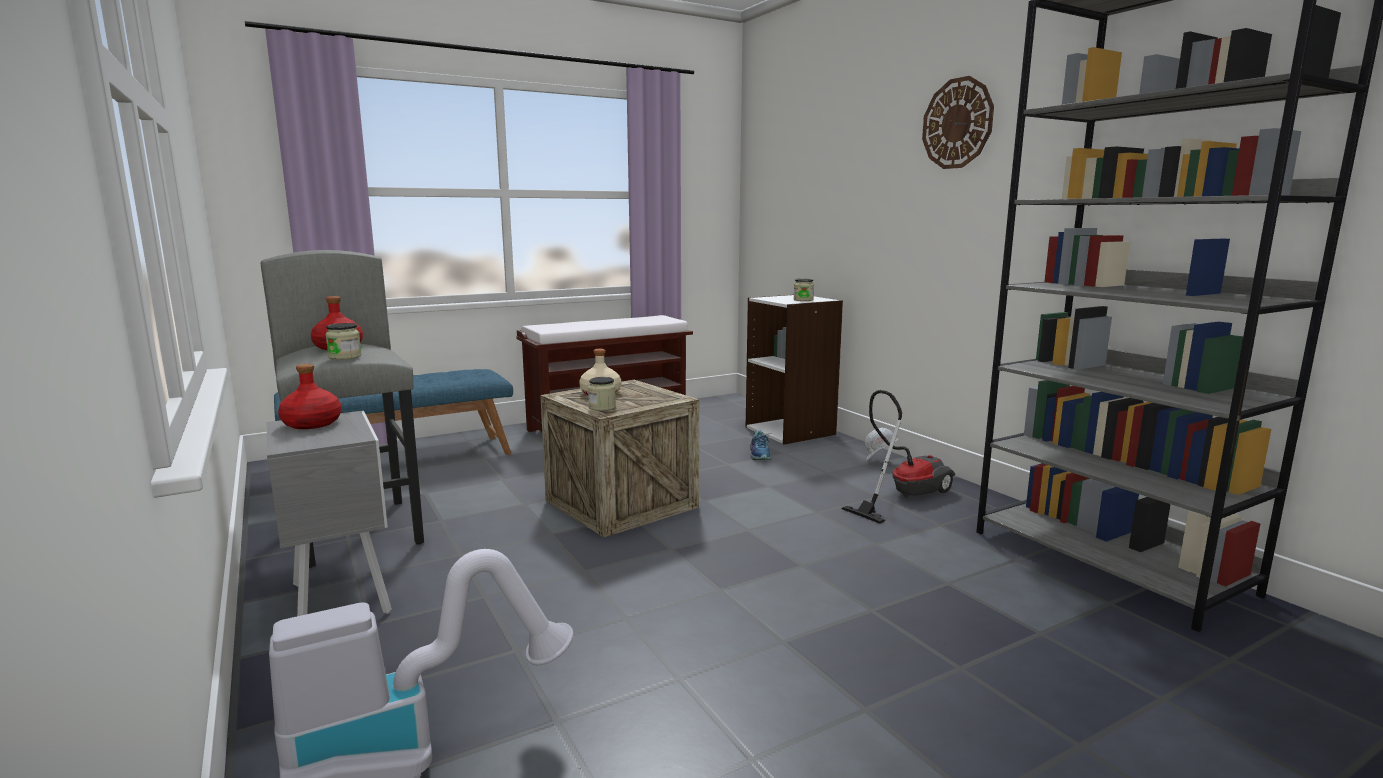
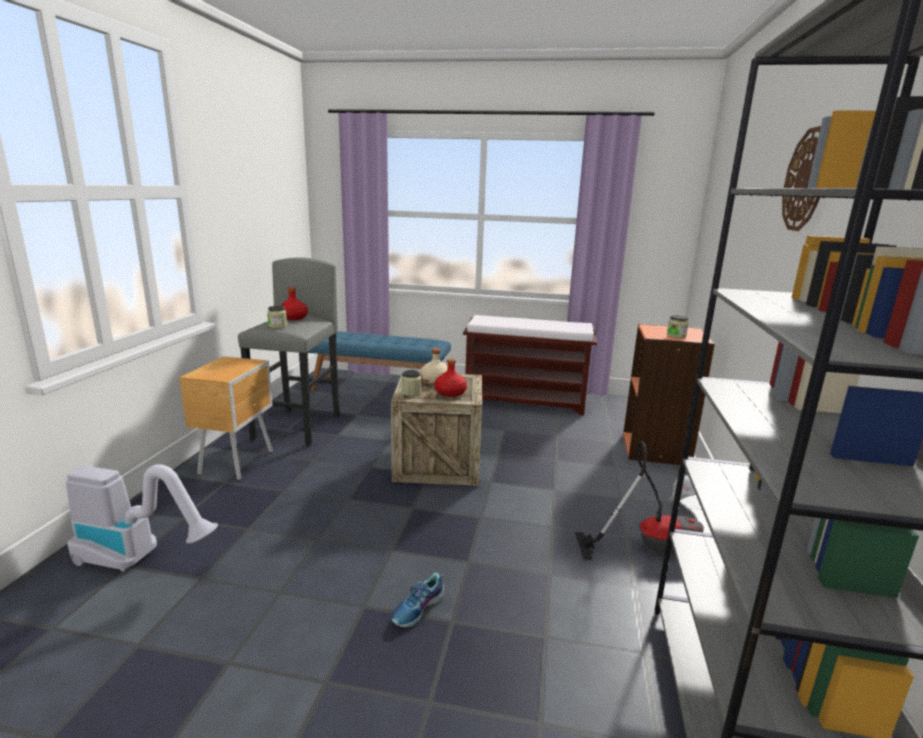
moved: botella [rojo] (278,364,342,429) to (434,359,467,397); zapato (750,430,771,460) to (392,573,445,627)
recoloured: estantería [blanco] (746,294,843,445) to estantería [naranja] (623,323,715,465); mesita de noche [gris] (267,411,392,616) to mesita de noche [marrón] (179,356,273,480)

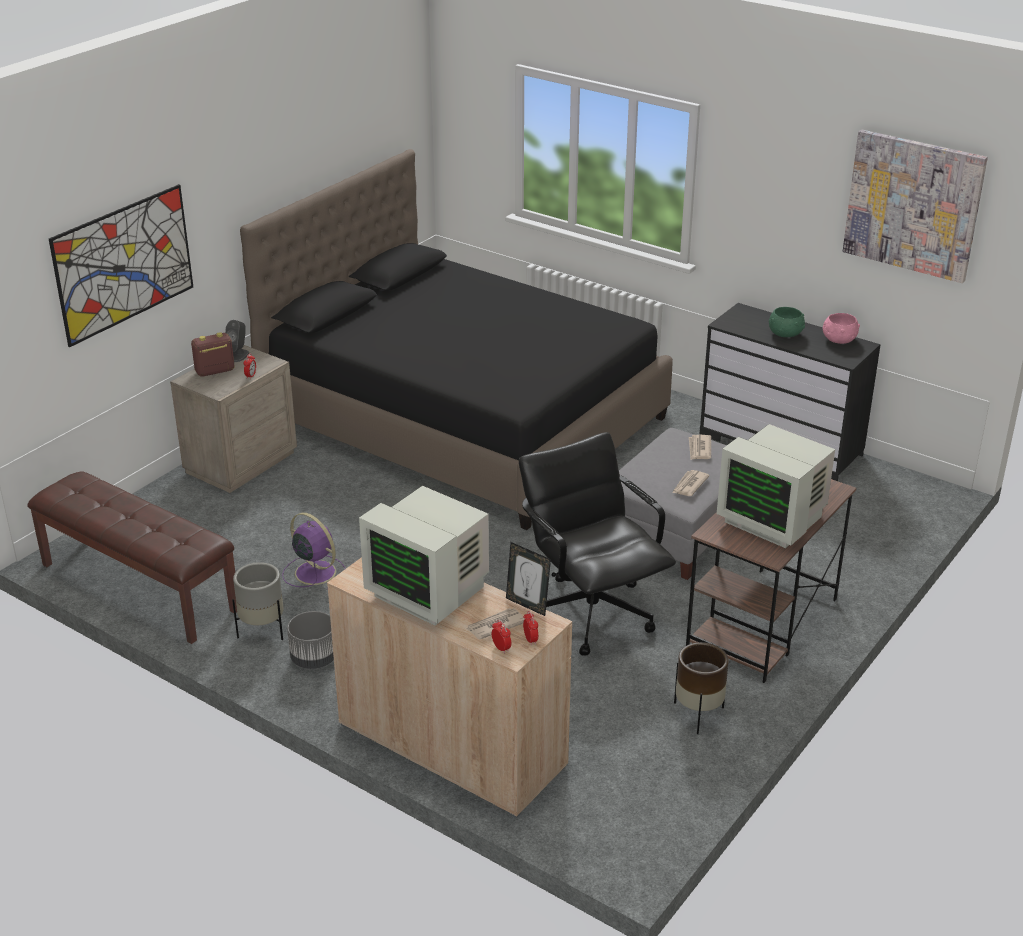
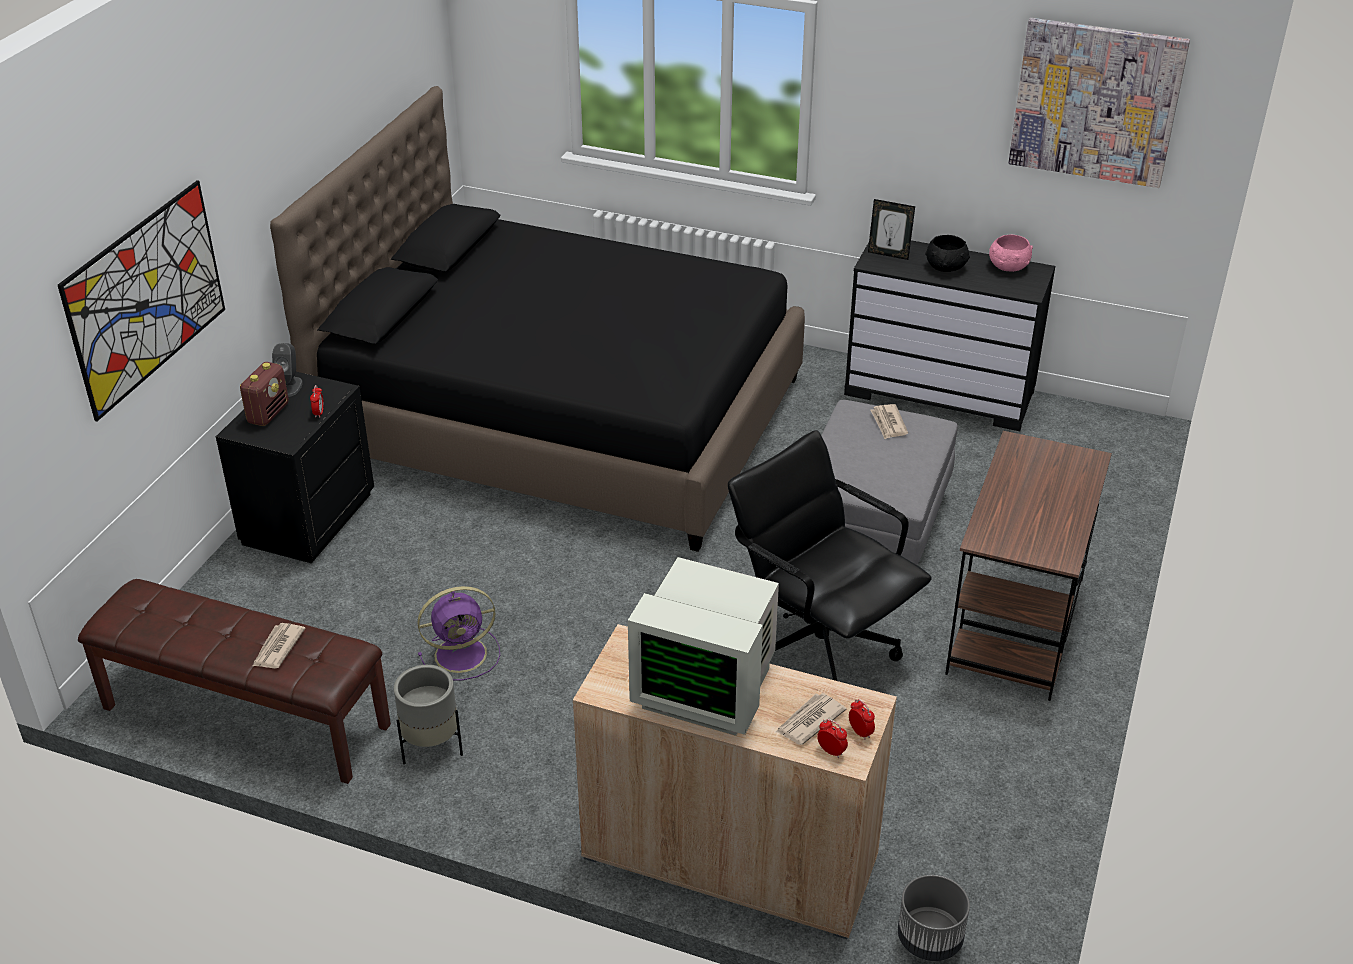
removed: monitor (717,424,835,548); maceta [marrón] (674,642,729,734)
moved: periódico (672,470,710,496) to (253,623,305,668); portarretratos (506,542,551,616) to (868,199,915,260); maceta [gris] (287,611,334,669) to (898,875,970,961)
recoloured: cuenco [verde] (769,307,805,337) to cuenco [negro] (925,235,970,272); mesita de noche [beis] (170,345,297,493) to mesita de noche [negro] (216,372,374,563)
turned: radio (191,332,234,377) = (240,362,289,426) 150 degrees clockwise; ventilador [morado] (282,512,345,589) = (417,586,500,681) 135 degrees clockwise

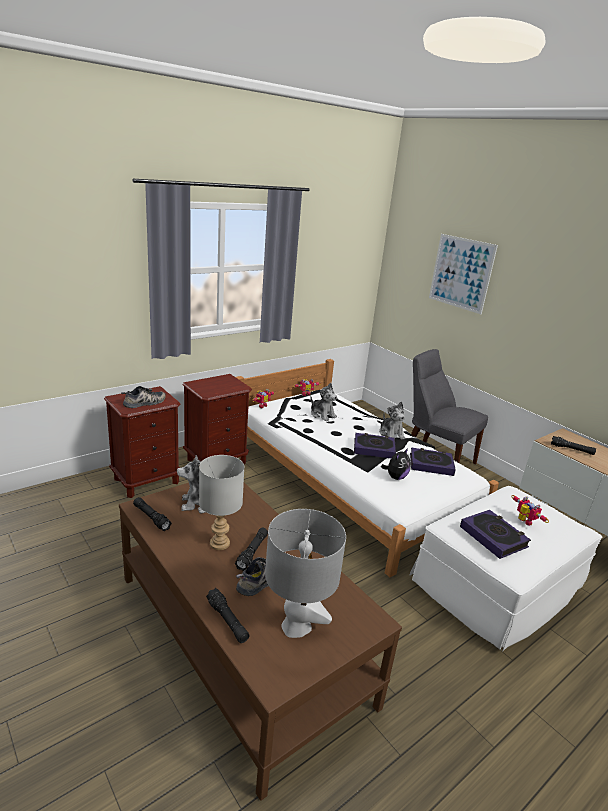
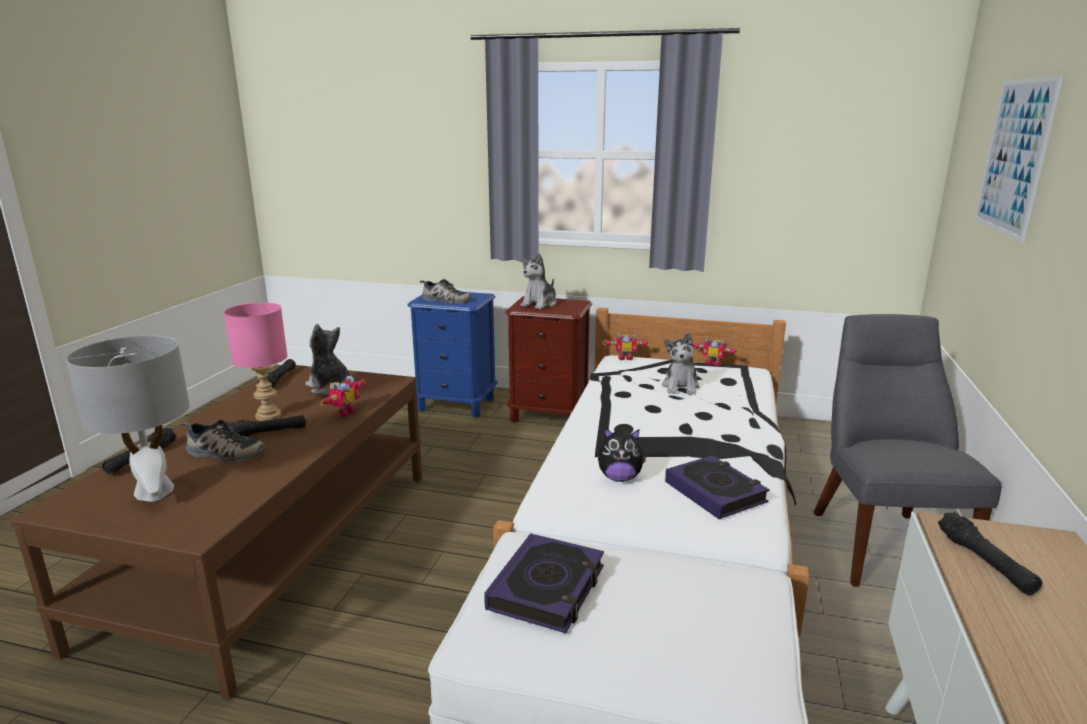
removed: libro (354,433,396,458)
moved: peluche (379,402,405,440) to (520,253,557,309); robot de juguete (511,495,549,526) to (321,376,366,417)
recoloured: mesita de noche [marrón] (104,386,181,498) to mesita de noche [azul] (407,292,498,418); lámpara de mesa [gris] (199,455,244,550) to lámpara de mesa [rosa] (224,302,288,421)

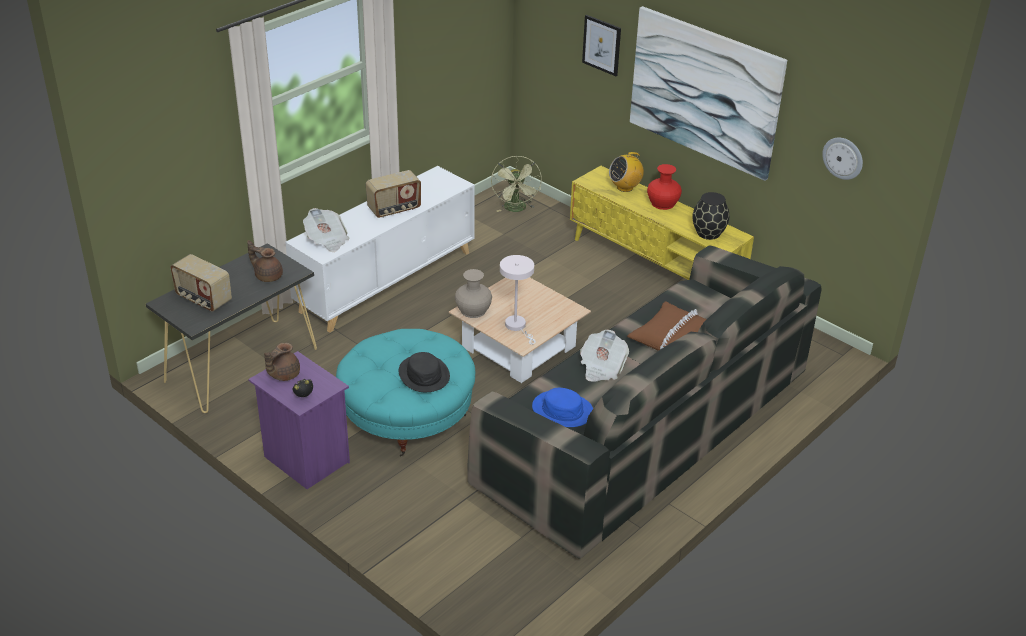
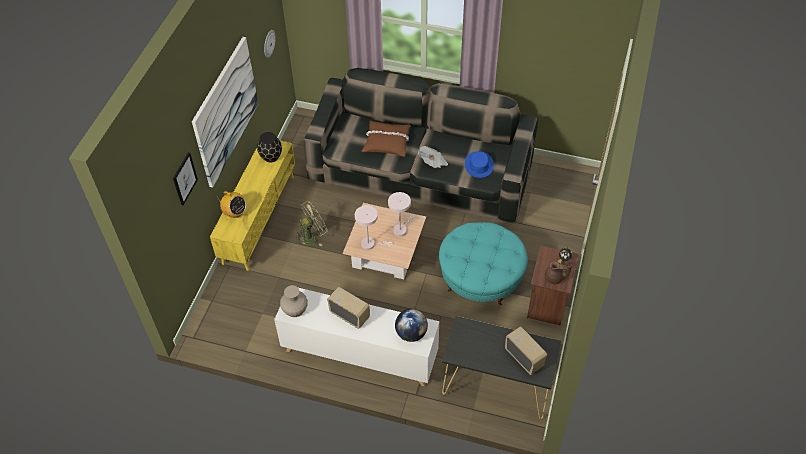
removed: florero [rojo] (647,164,682,210); tetera [marrón] (247,240,283,282); sombrero [negro] (399,352,450,392)
added: lámpara de mesa [blanco] (355,205,393,250)
moved: ventilador [verde] (491,156,542,212) to (295,201,328,246); florero [beis] (455,269,492,318) to (280,285,308,317)
replaced: periódico (303,208,350,252) to globo terráqueo (395,309,428,342)
recoloured: mesita de noche [morado] (248,351,350,489) to mesita de noche [marrón] (527,246,579,325)
turned: radio (170,254,232,311) = (505,326,547,375) 45 degrees counterclockwise

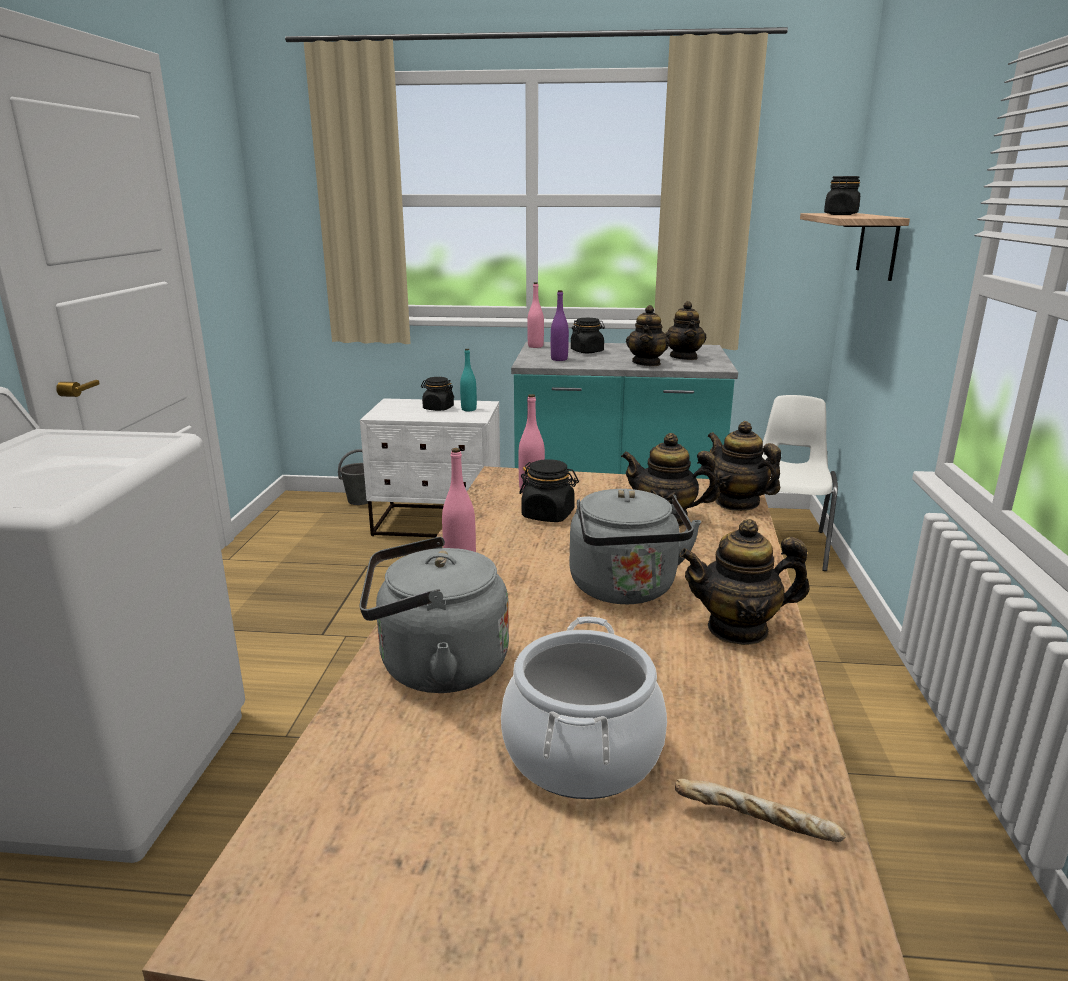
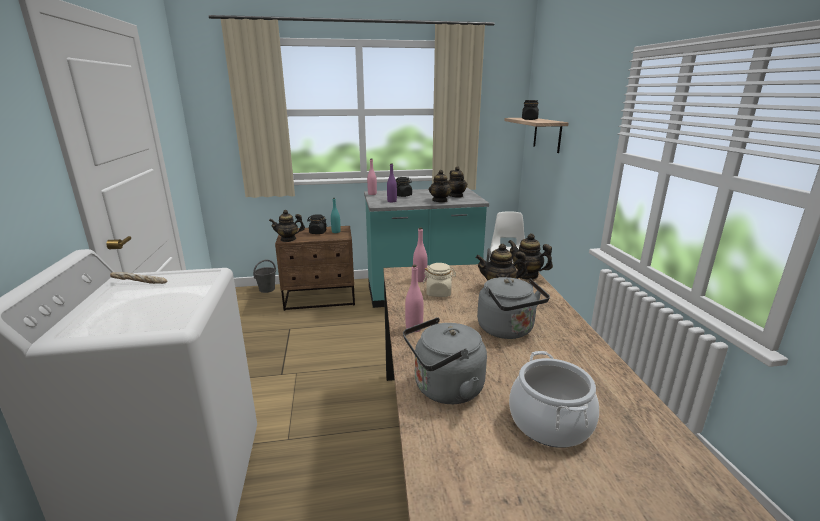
moved: tetera (679,519,809,645) to (269,210,305,242); pan (675,779,846,842) to (110,272,168,284)
recoloured: mesita de noche [blanco] (360,398,500,537) to mesita de noche [marrón] (275,226,355,311); tarro [negro] (519,459,579,522) to tarro [beis] (423,263,456,297)

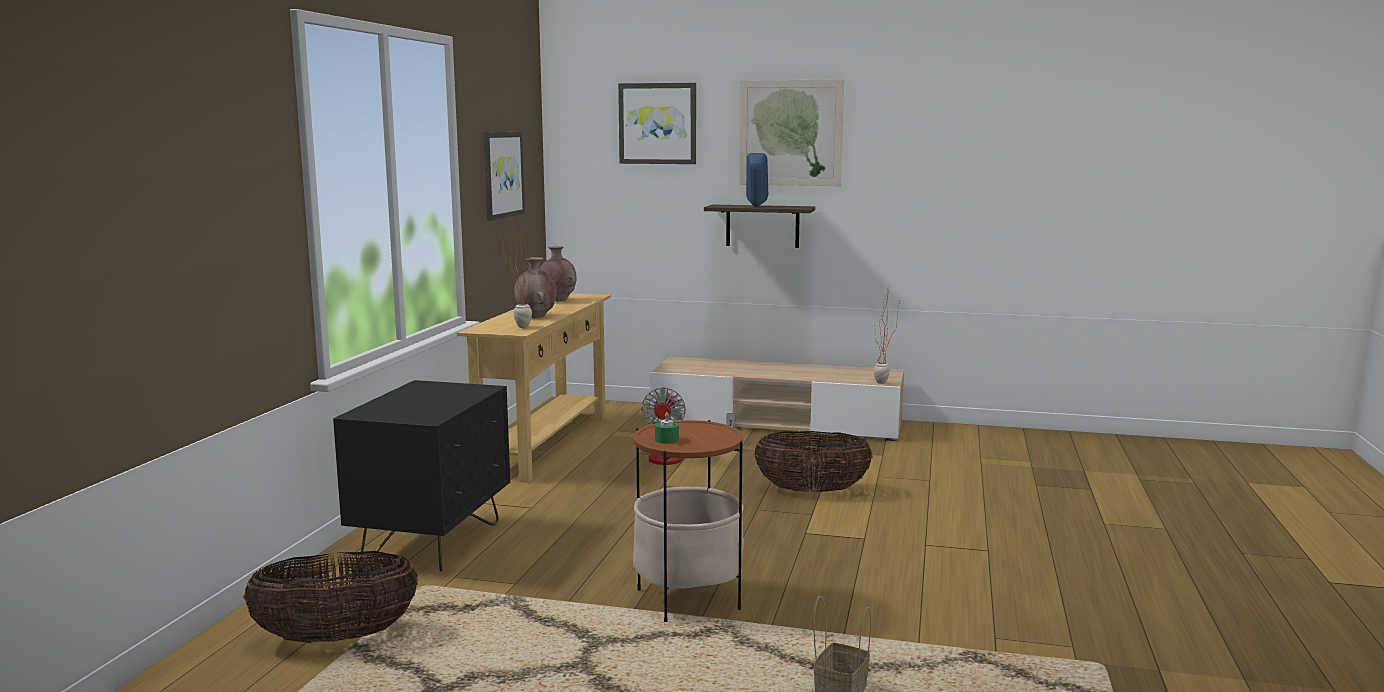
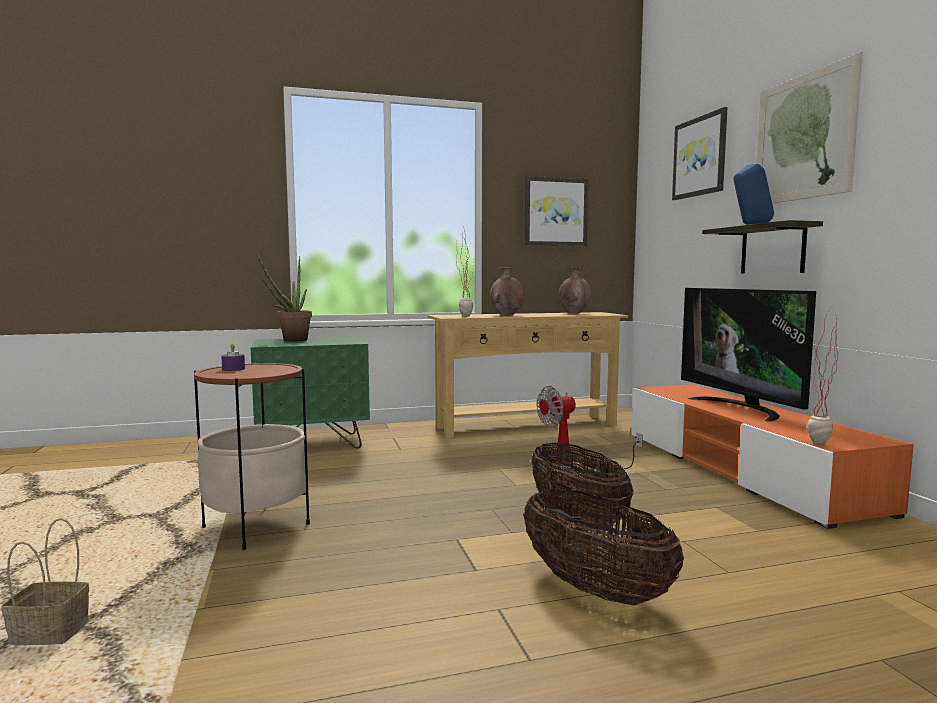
added: planta en maceta (256,252,312,342); televisor (681,288,816,422)
moved: cesta (243,551,418,643) to (523,489,684,606)
recoloured: mueble de televisión [beis] (650,357,904,441) to mueble de televisión [naranja] (631,384,914,529); mesita de noche [negro] (333,380,510,571) to mesita de noche [verde] (251,337,370,449); vela [verde] (655,412,679,444) to vela [morado] (221,344,245,371)

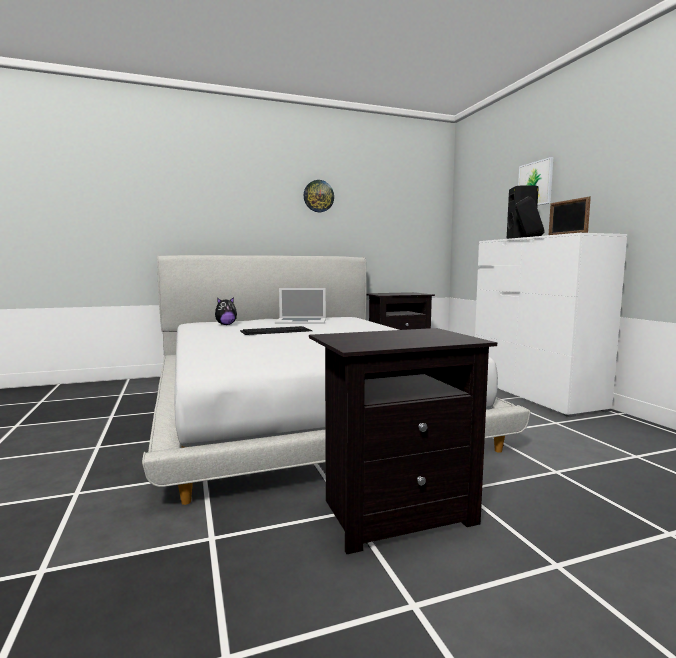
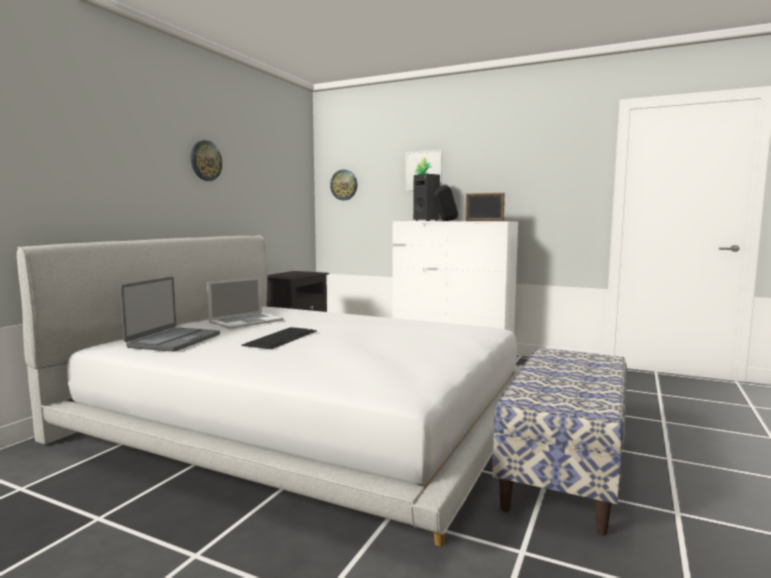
added: reloj de pared (330,170,357,200)
replaced: peluche (215,297,237,325) to portátil (120,277,220,352); mesita de noche [negro] (309,328,497,554) to banco (492,348,627,536)

